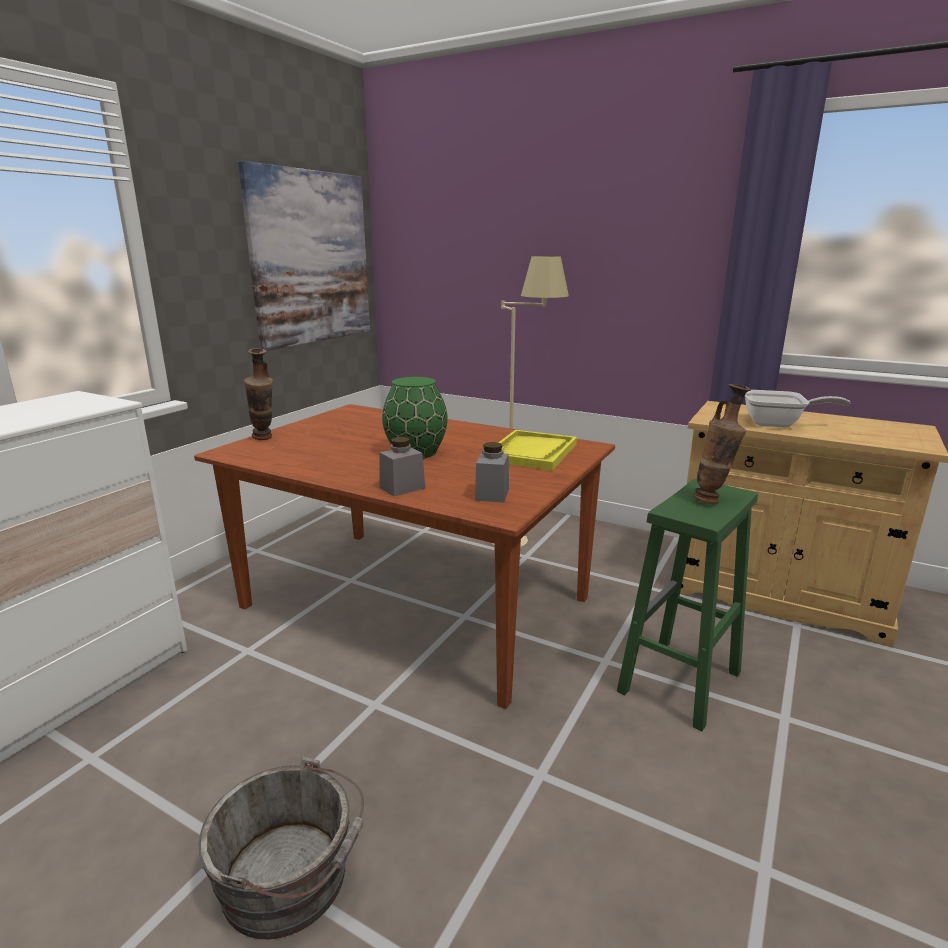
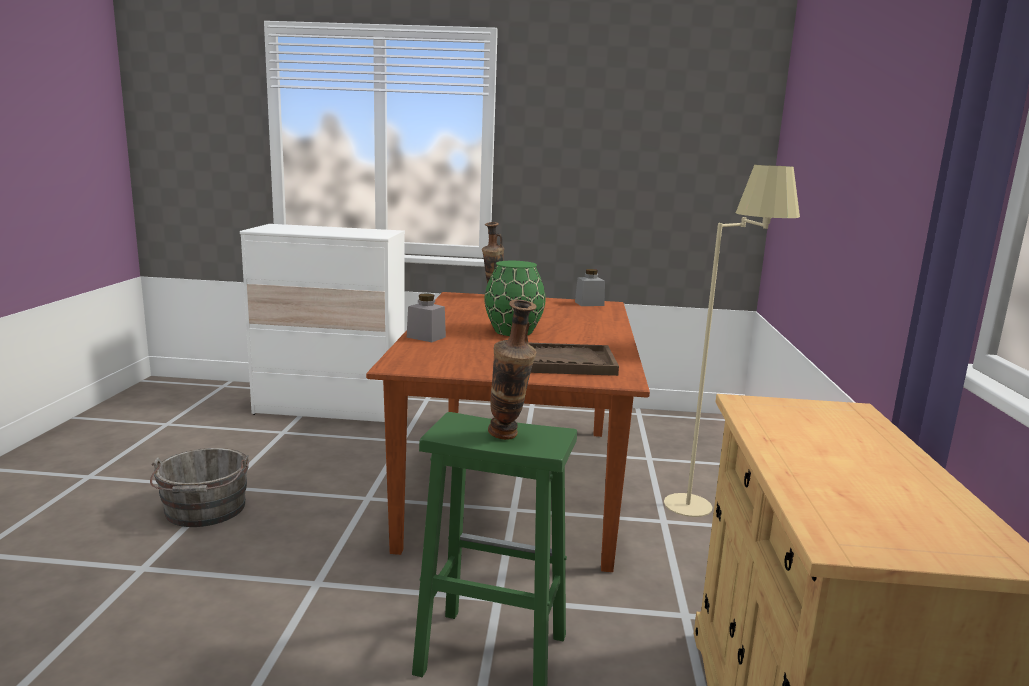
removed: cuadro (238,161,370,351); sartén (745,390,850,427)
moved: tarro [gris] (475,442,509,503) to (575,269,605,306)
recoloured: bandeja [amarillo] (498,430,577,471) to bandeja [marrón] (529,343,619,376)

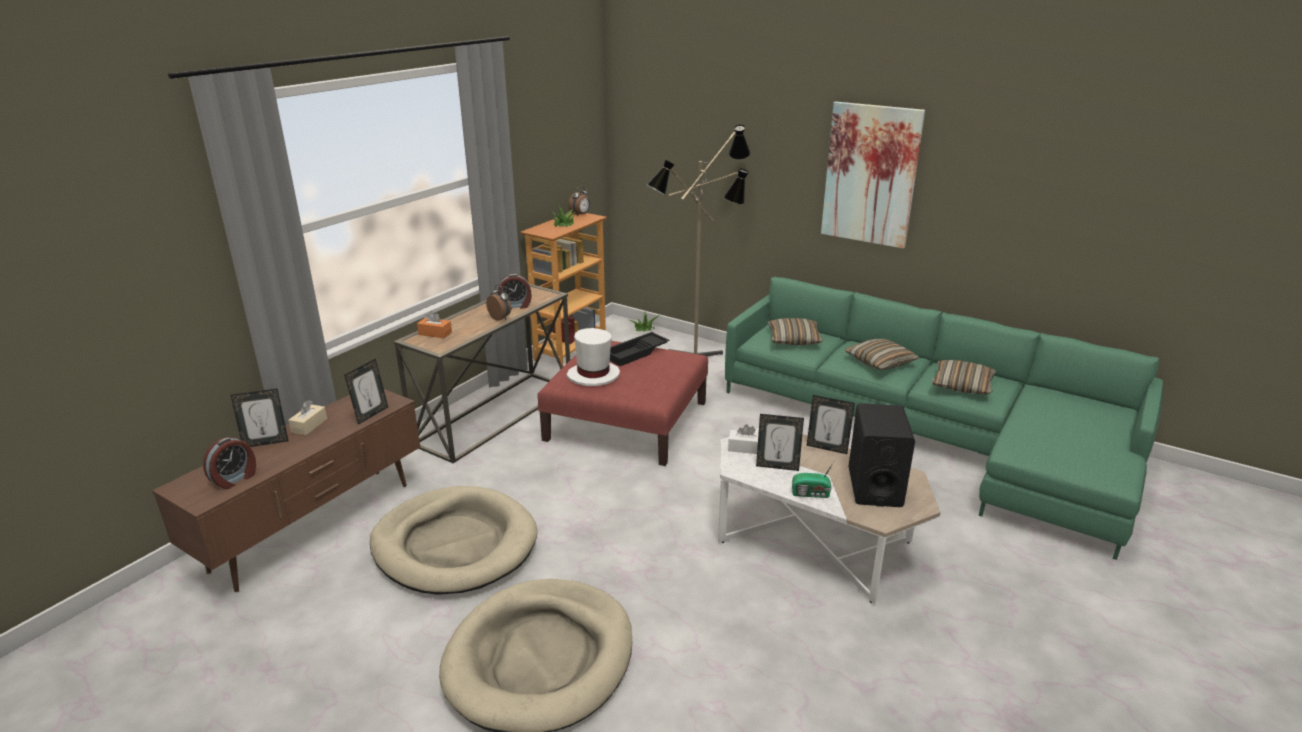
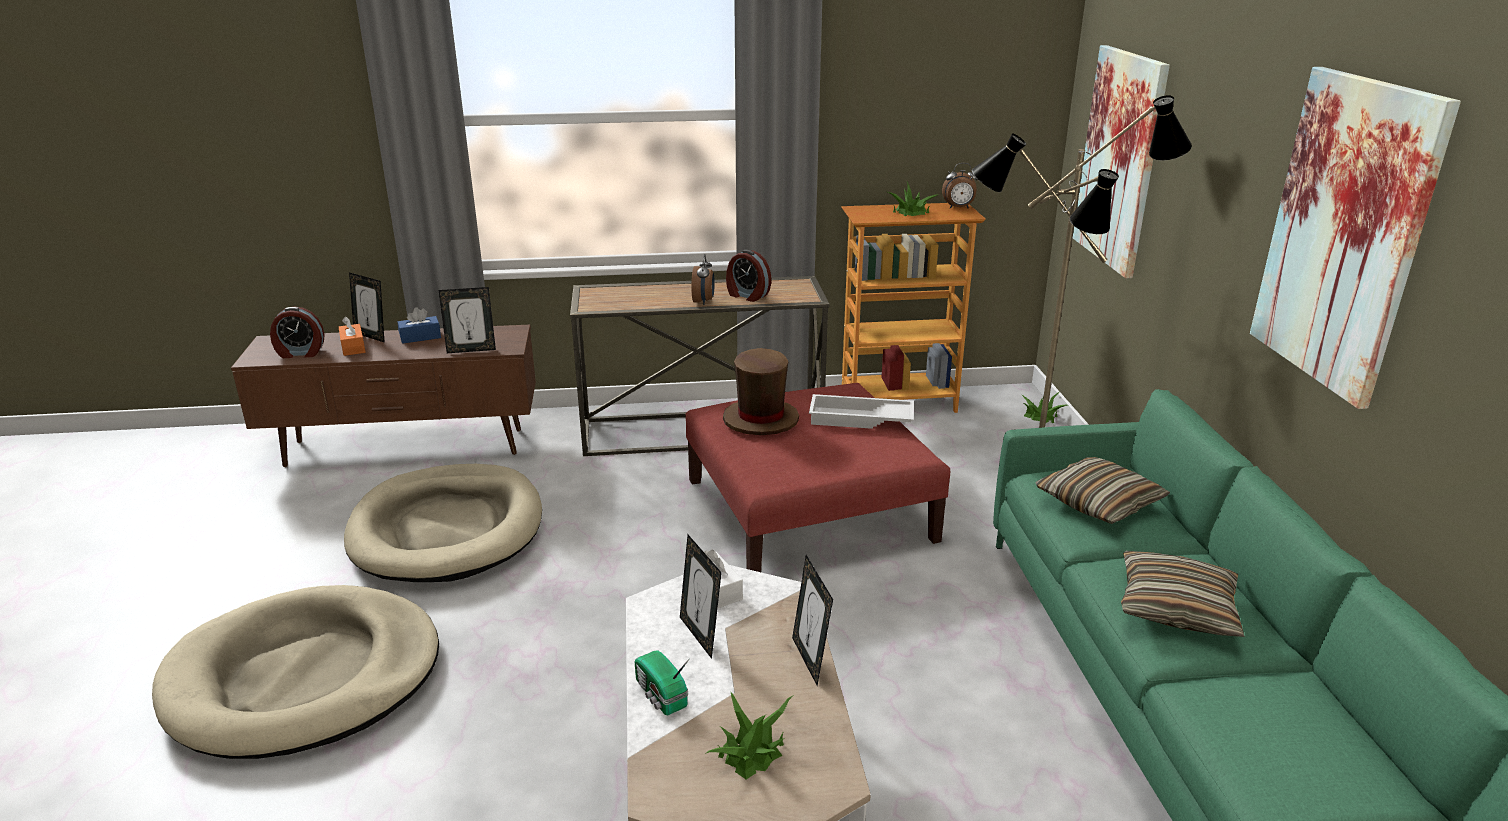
removed: cojín (931,360,996,394)
added: cuadro (1073,45,1170,278)
moved: caja de pañuelos [naranja] (417,311,452,338) to (339,316,365,356)
replaced: altavoz [negro] (849,403,915,507) to planta en maceta (705,692,793,780)
recoloured: sombrero [blanco] (567,328,620,386) to sombrero [marrón] (723,348,799,435); bandeja [negro] (610,332,669,366) to bandeja [blanco] (809,394,914,429); caja de pañuelos [beis] (288,400,327,435) to caja de pañuelos [azul] (398,307,441,344)

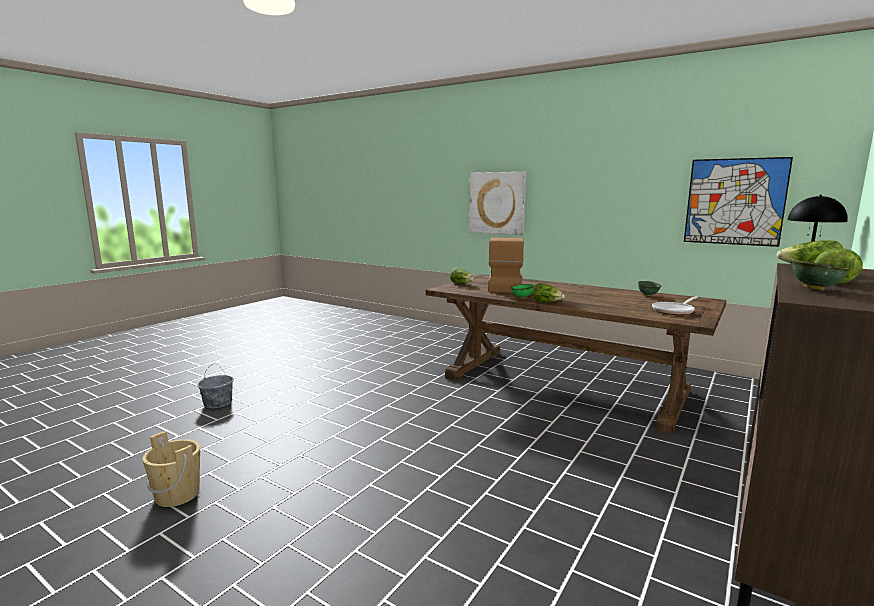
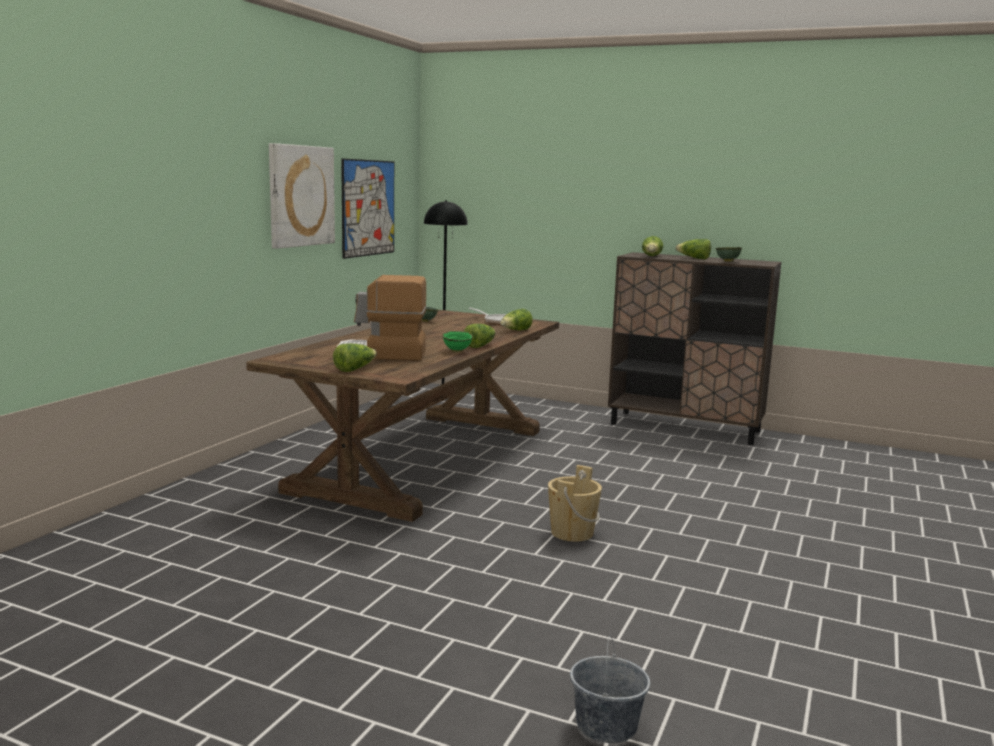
added: lechuga (500,309,533,331)
moved: cuadro (469,172,526,235) to (269,143,335,249); cubo [beis] (142,431,200,507) to (548,465,602,542)

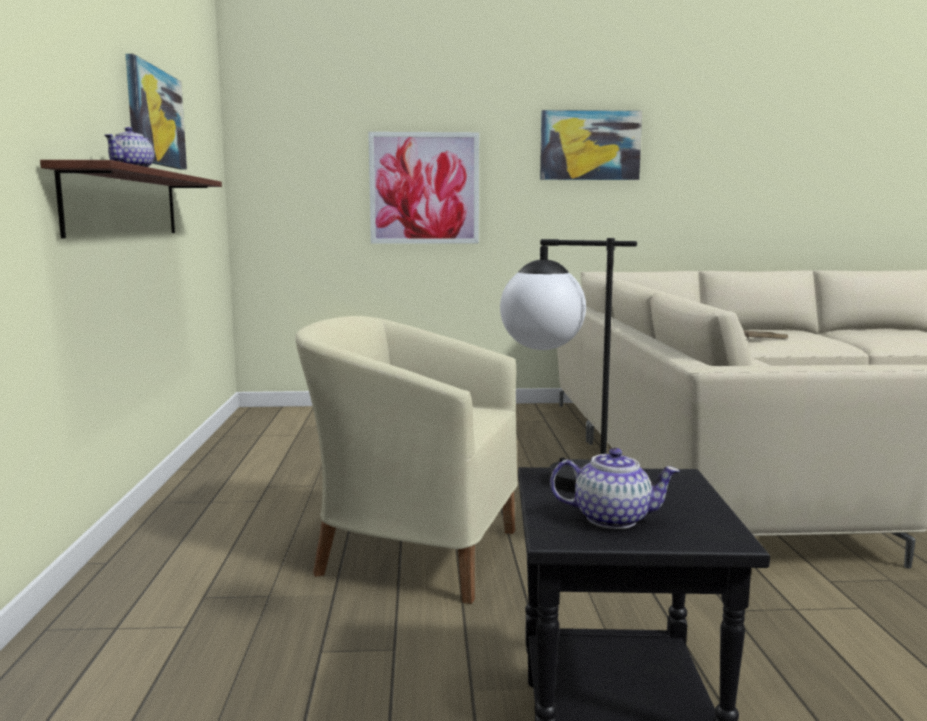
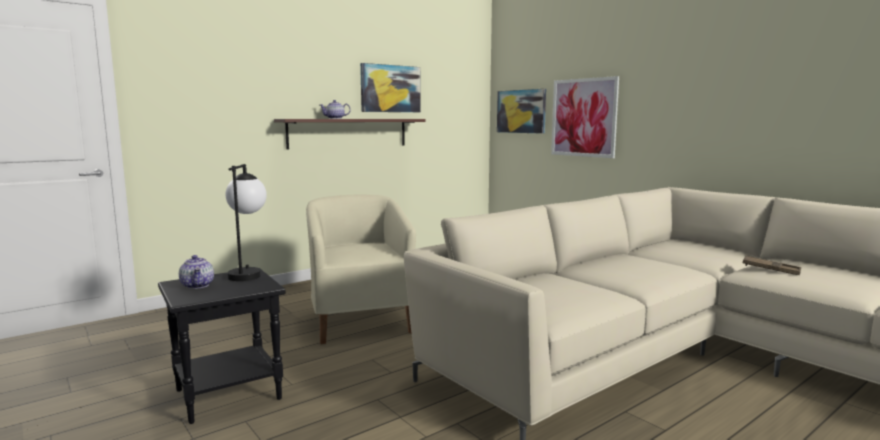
moved: cuadro (540,110,642,180) to (497,89,546,134)

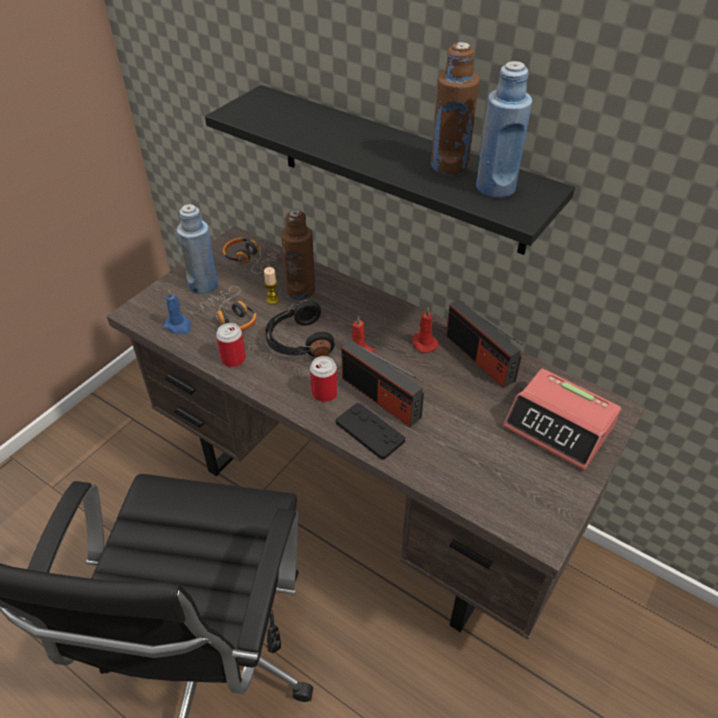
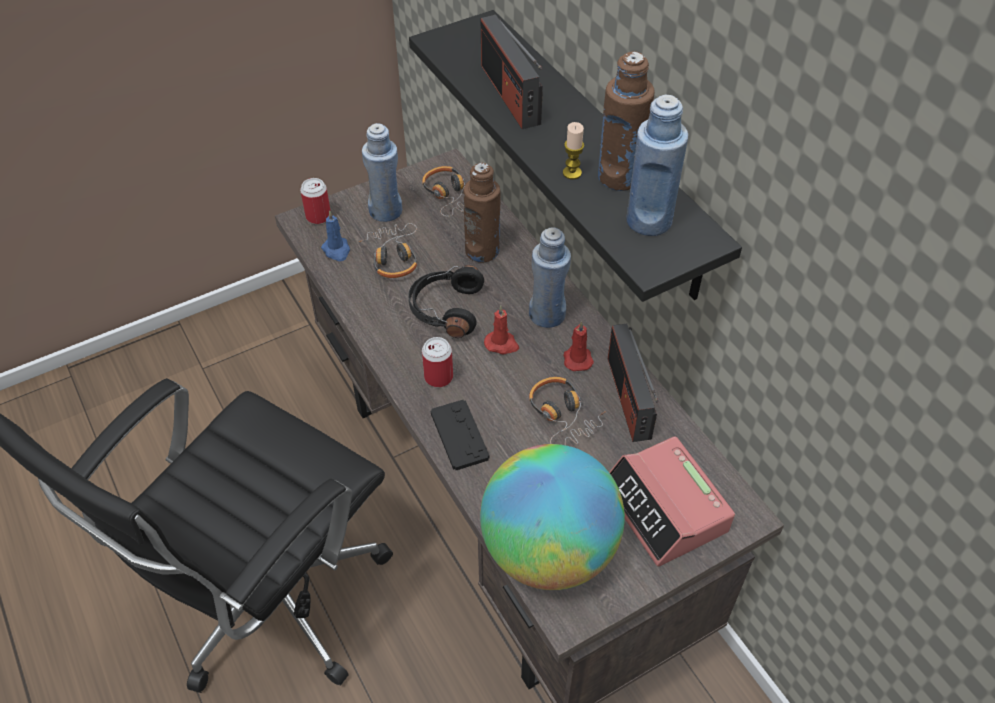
added: botella [azul] (529,227,571,328); auriculares (529,377,607,445); globo terráqueo (480,444,625,590)
moved: vela (264,267,279,305) to (563,122,584,179); lata (216,323,246,367) to (300,178,331,224); radio (341,340,424,427) to (481,15,543,129)

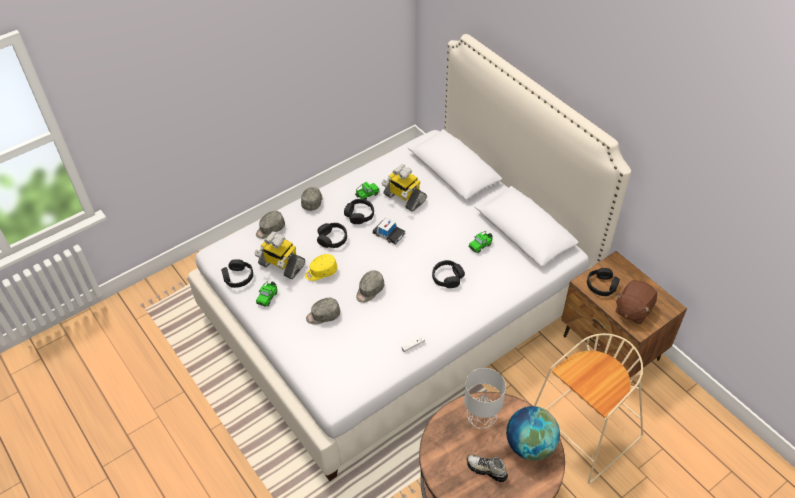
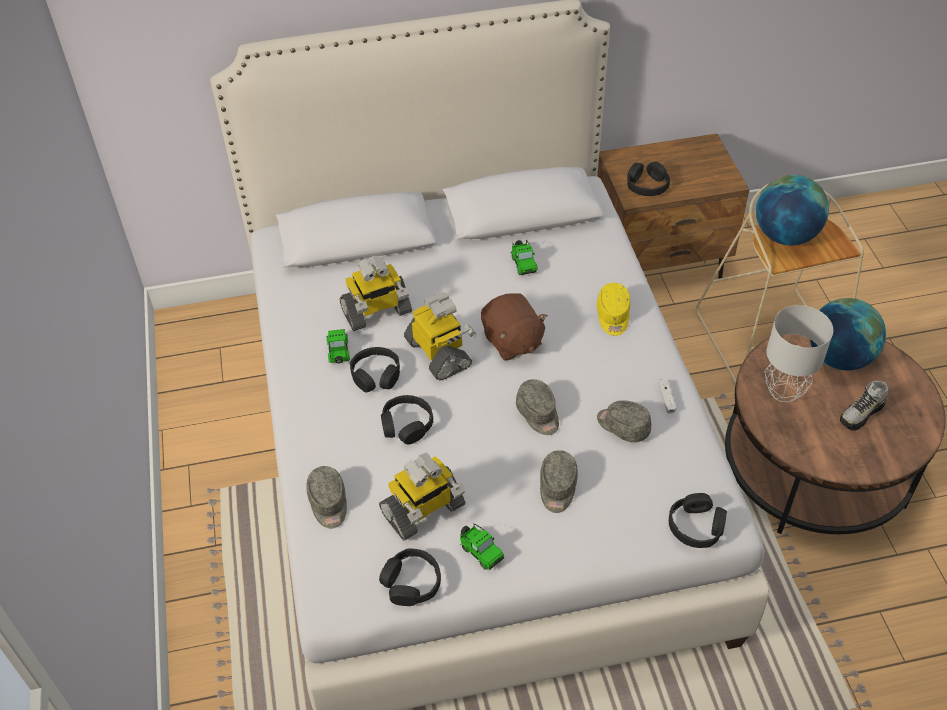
added: globo terráqueo (756,175,829,245)
moved: gorra [gris] (301,187,322,211) to (597,400,651,443); gorra [amarillo] (305,254,337,281) to (597,283,630,336); auriculares [negro] (432,260,465,288) to (669,493,727,548); peluche [marrón] (616,280,657,324) to (481,293,547,361)
replaced: coche de juguete (372,218,406,245) to robot de juguete (404,292,476,380)

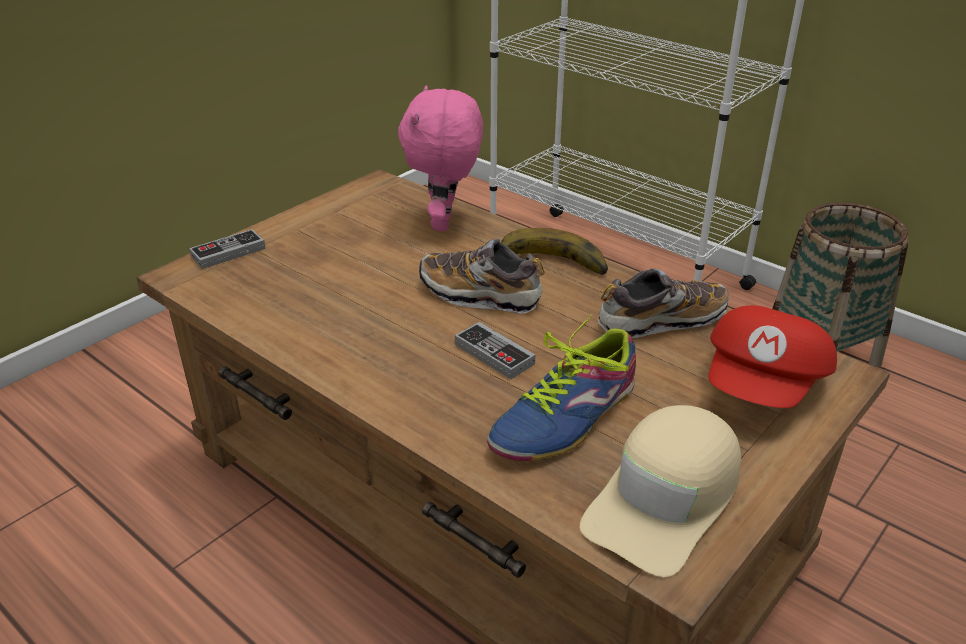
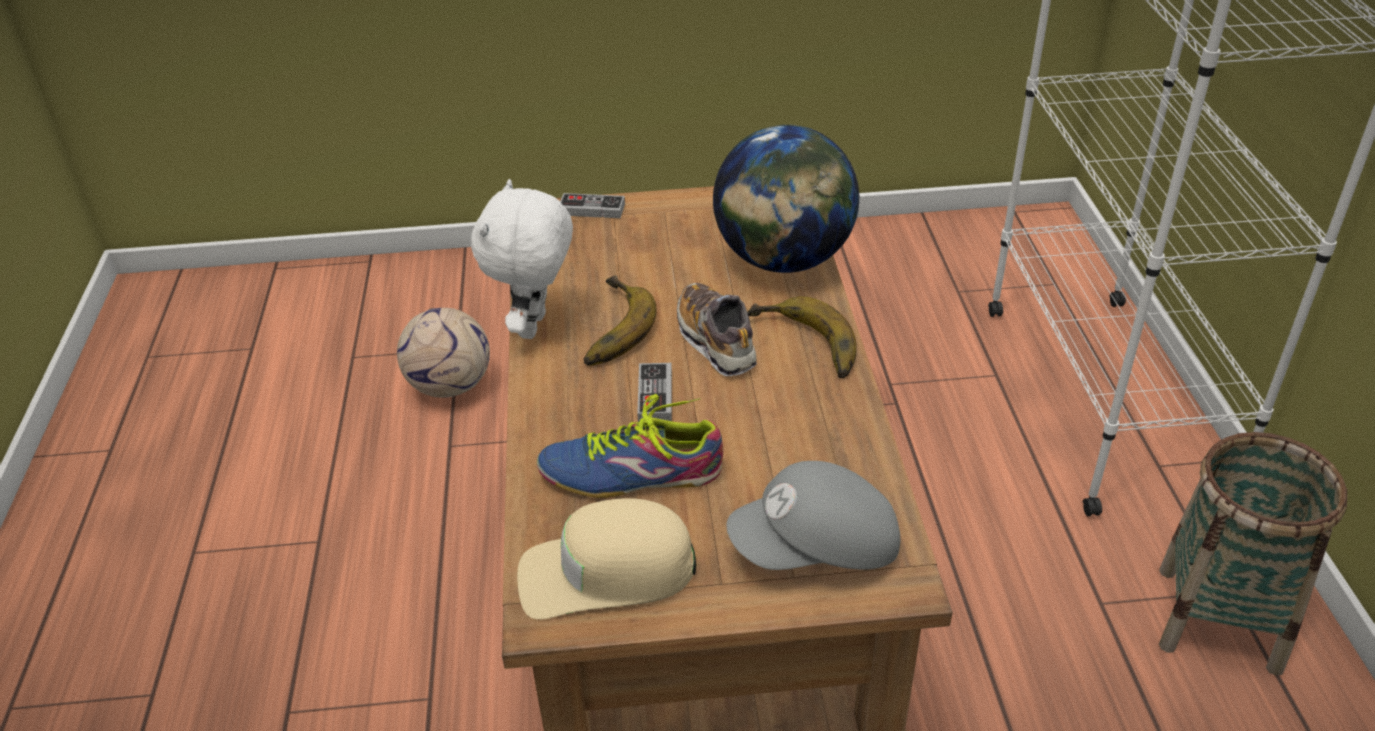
removed: zapato (597,268,729,338)
added: peluche [blanco] (471,179,573,339); plátano (583,275,656,366); balón de fútbol (397,308,490,398)
replaced: peluche [rosa] (398,85,483,231) to globo terráqueo (713,124,859,273)
recoloured: gorra [rojo] (709,305,837,408) to gorra [gris] (726,461,900,570)

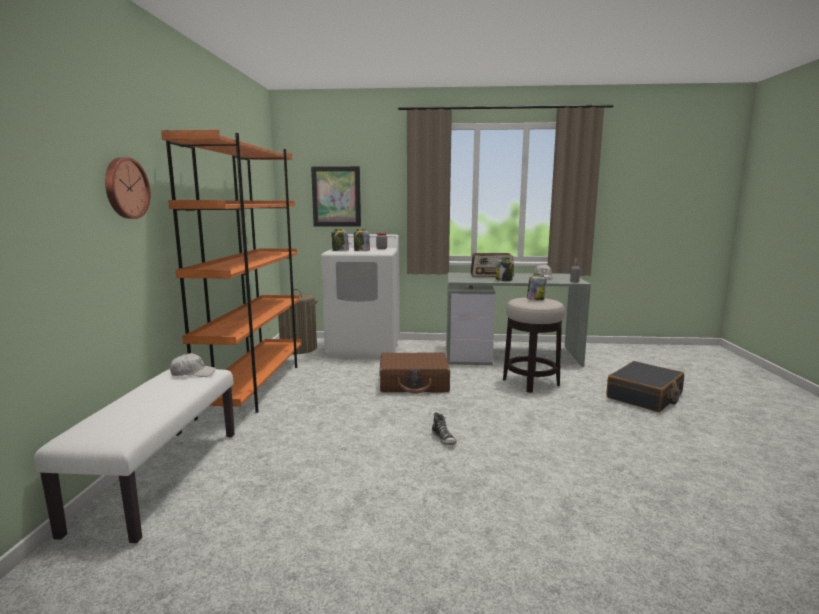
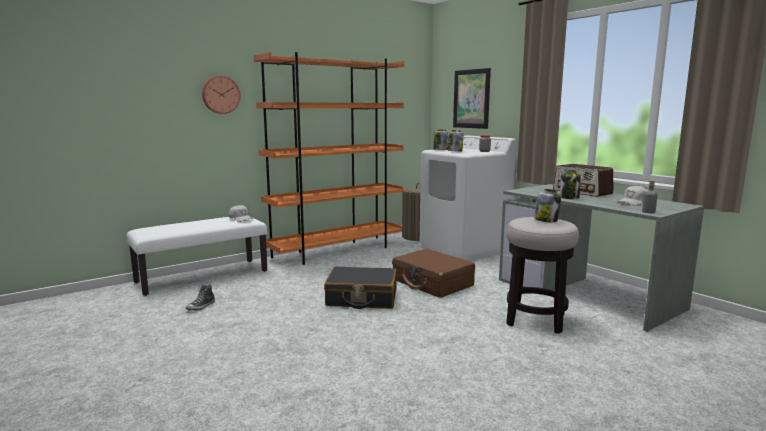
moved: maleta [negro] (606,361,684,412) to (324,266,397,309); zapato (432,412,457,445) to (186,284,215,311)

